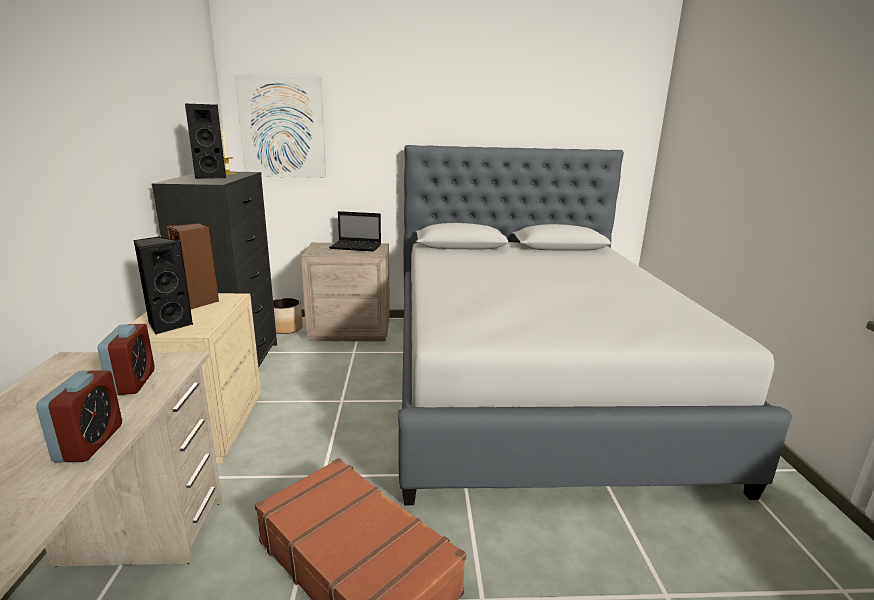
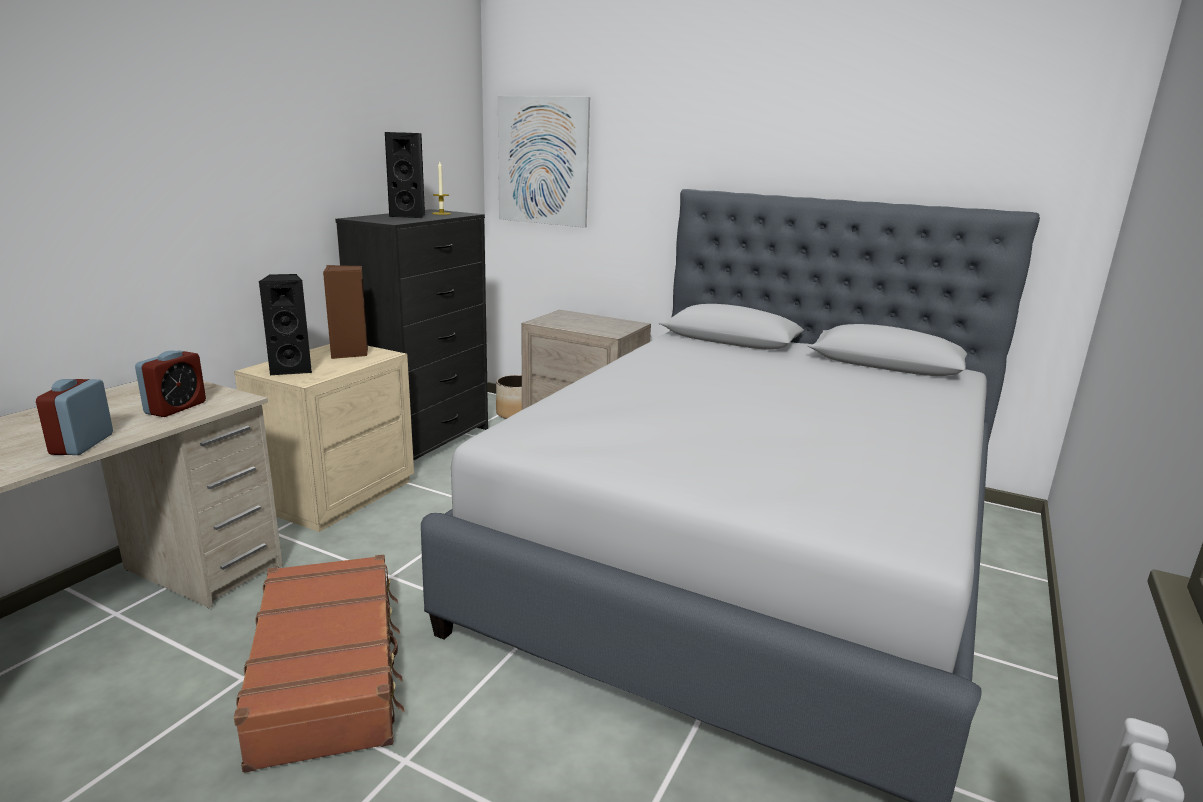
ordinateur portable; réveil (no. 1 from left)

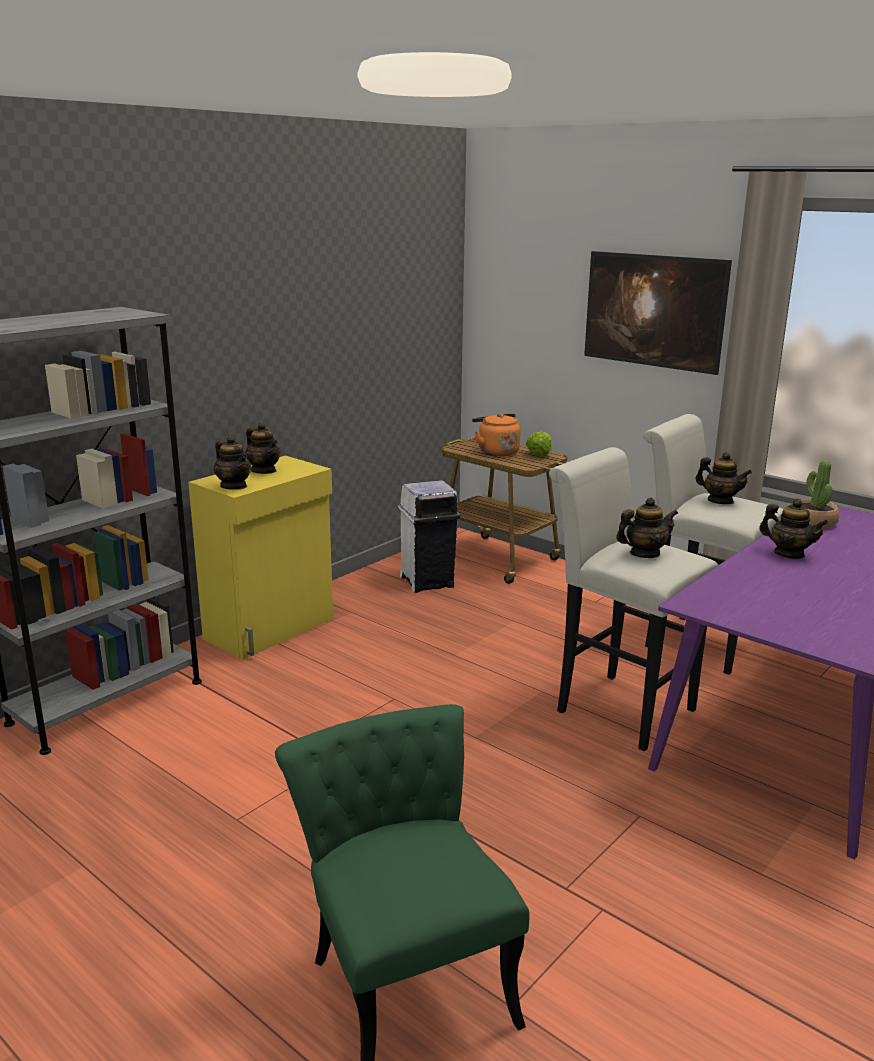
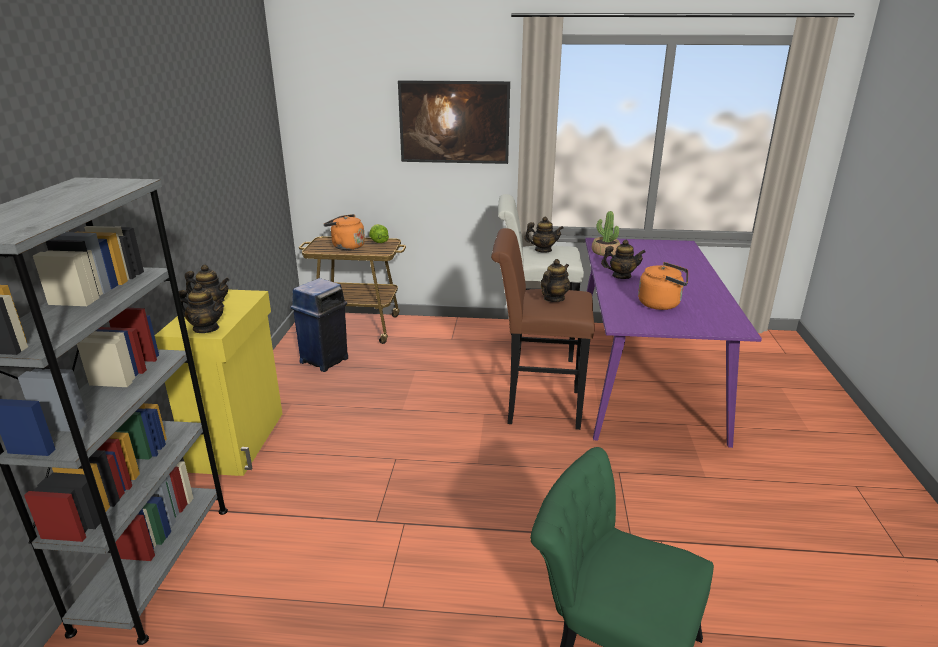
tabouret (marron); poubelle (bleu); bouilloire (orange) (no. 2 from left)

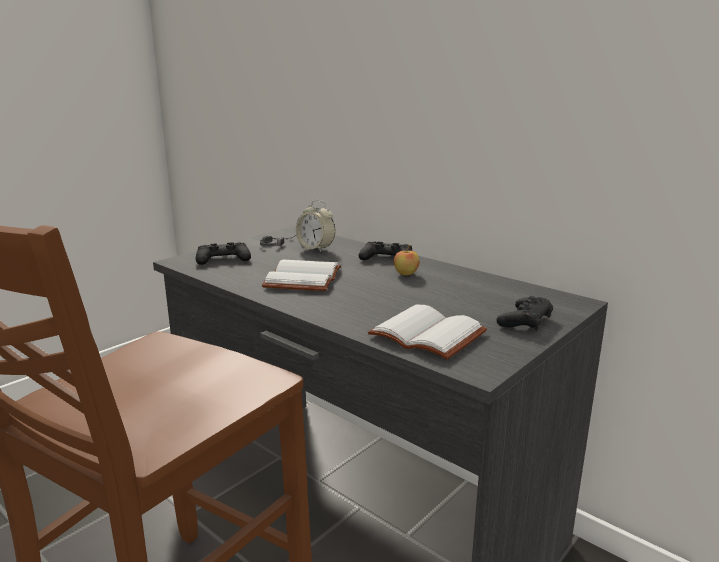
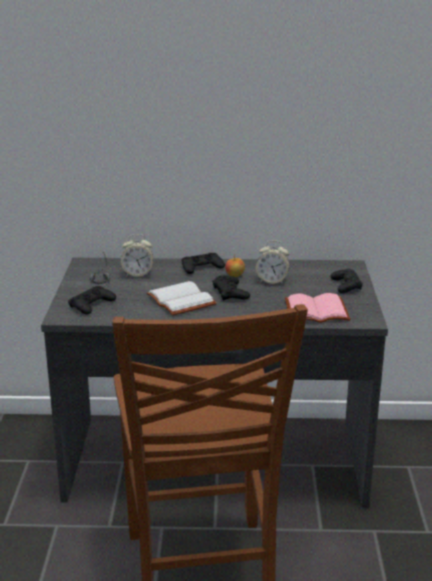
livre (rose); réveil (no. 2 from left); manette (noir) (no. 3 from left)

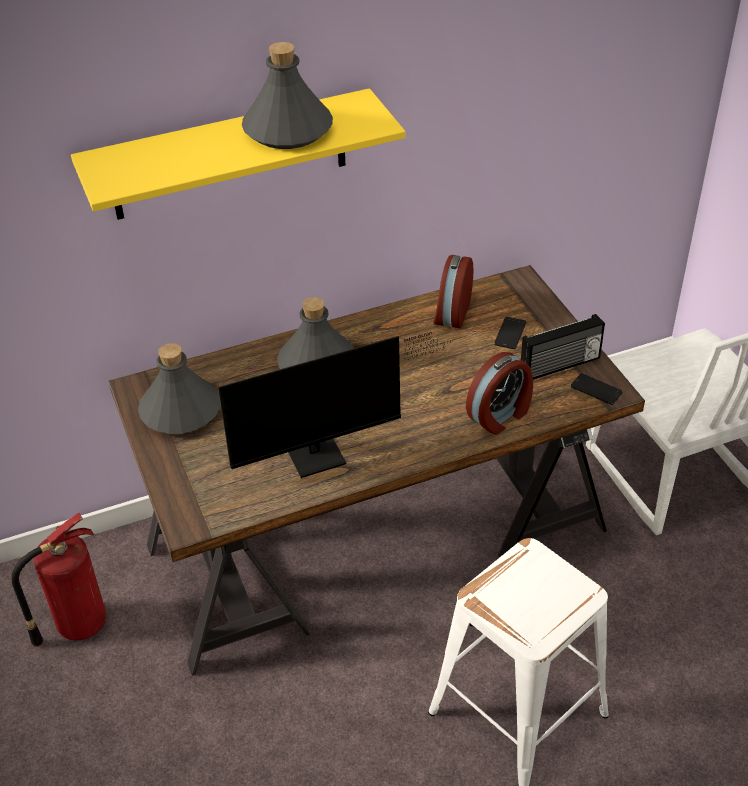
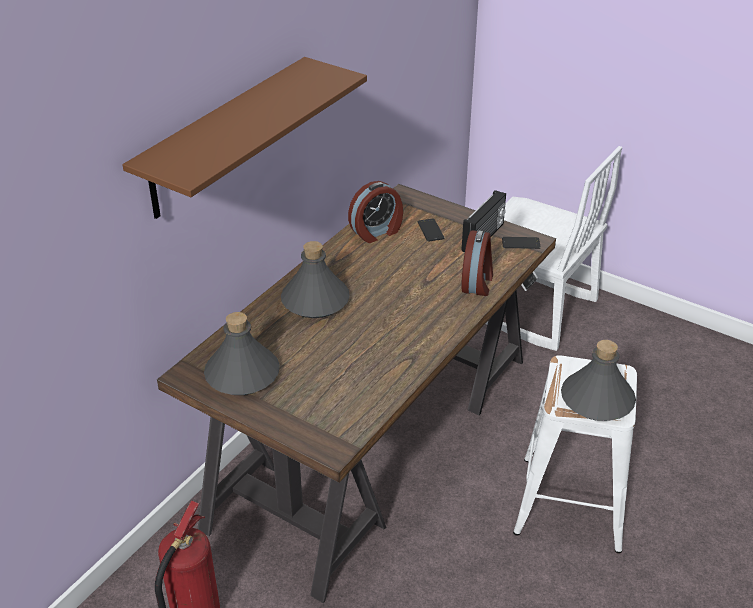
bouteille (gris) (no. 3 from left); étagère (marron); réveil (no. 1 from left); écran d'ordinateur

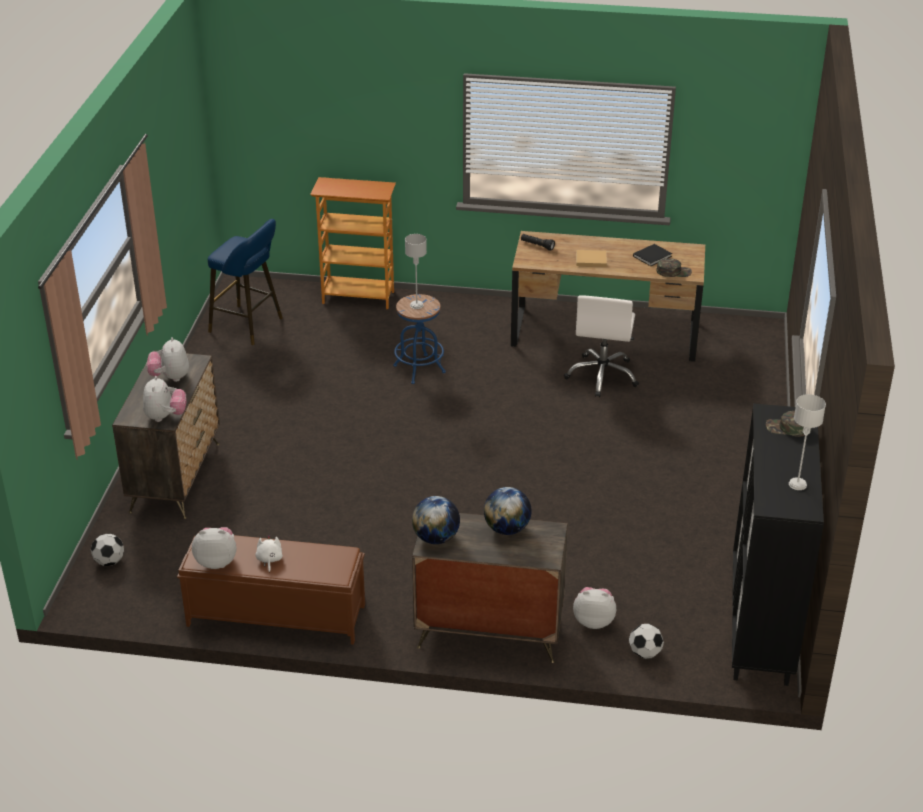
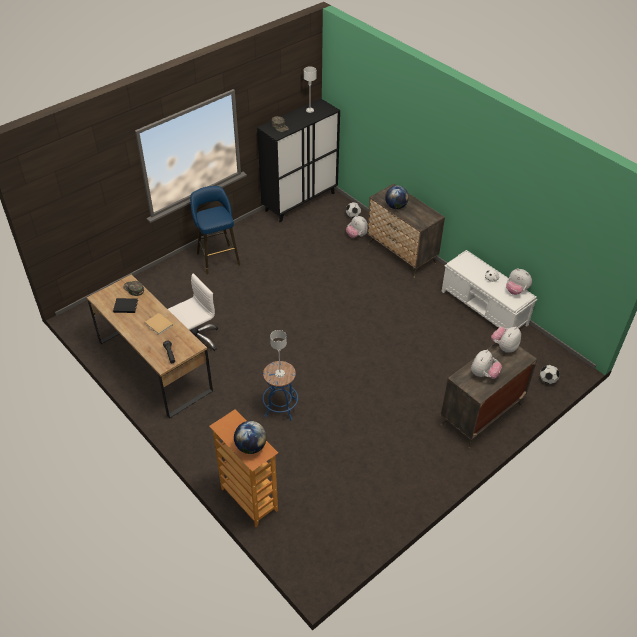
tabouret (bleu) (no. 1 from left); globe (no. 1 from left); banc (blanc)

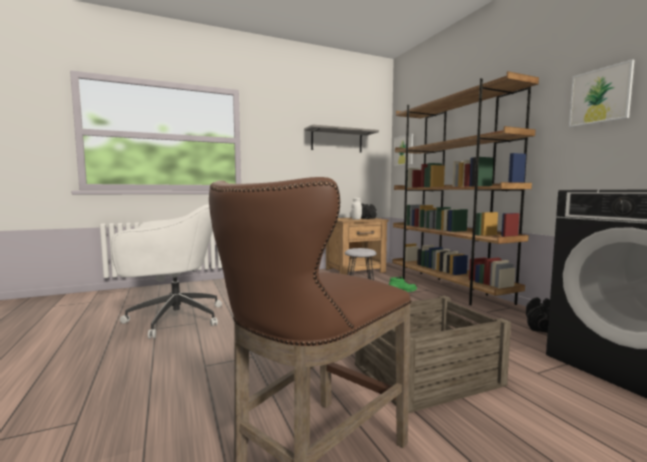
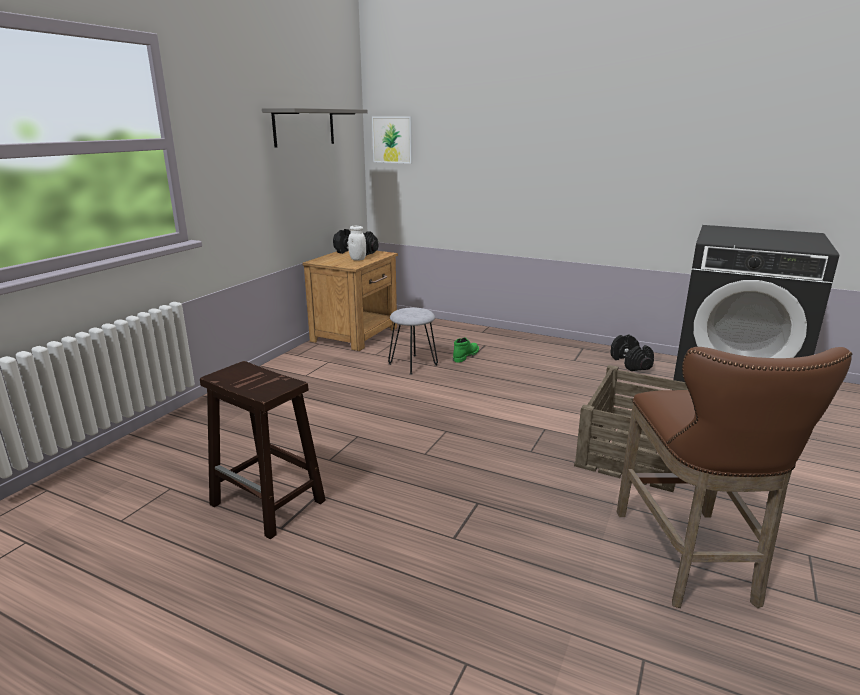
tableau (no. 2 from left in the first image); bibliothèque (marron); tabouret (marron) (no. 1 from left)

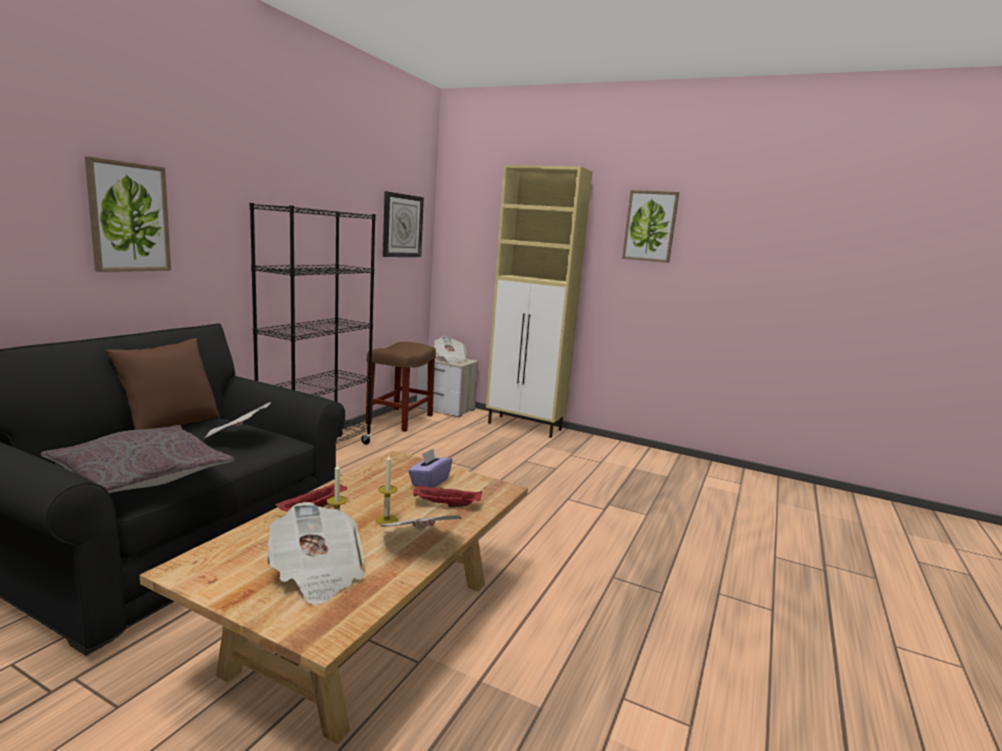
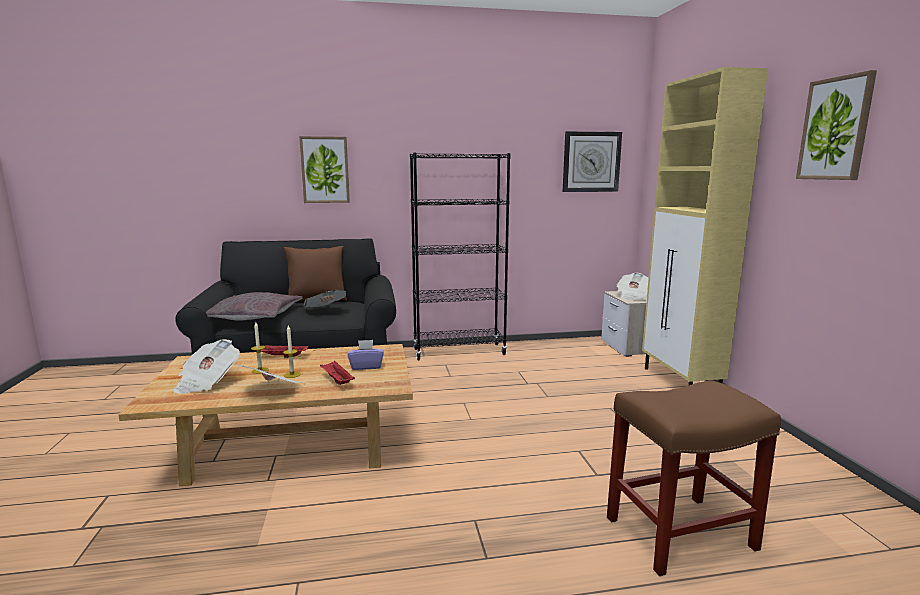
tabouret (marron)

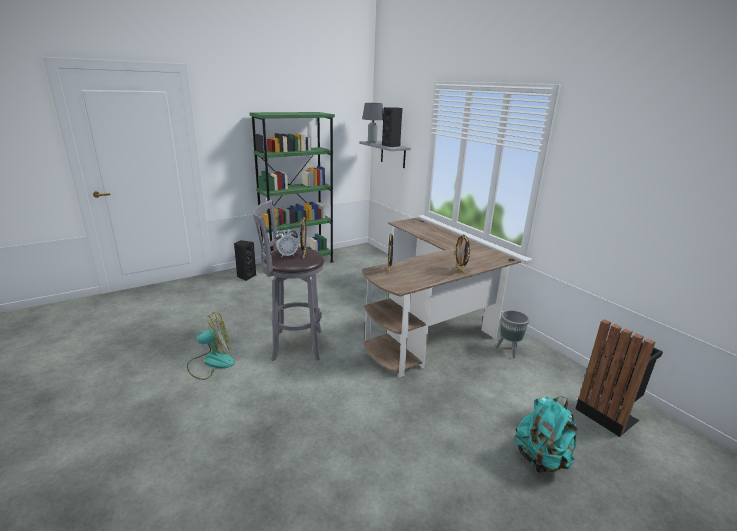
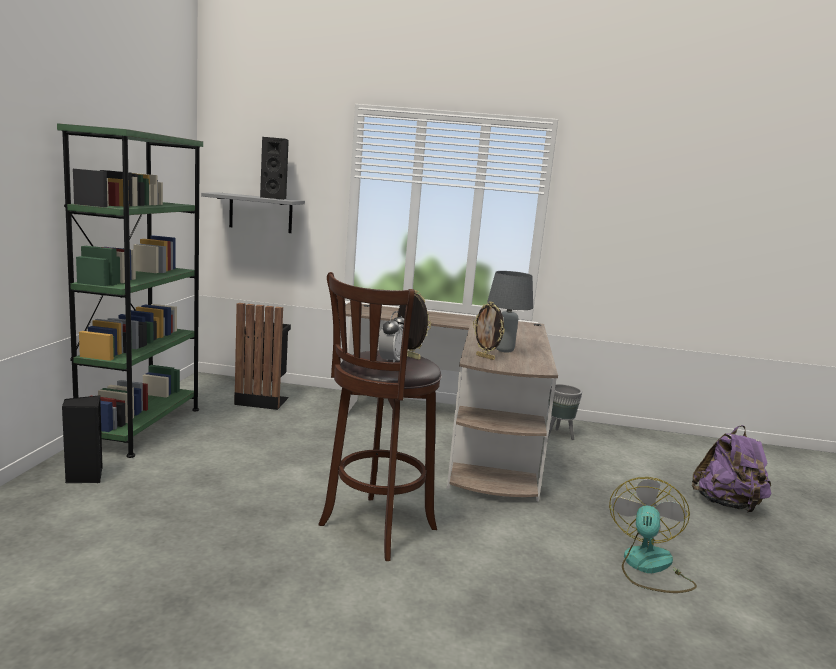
lampe de table (gris); tabouret (marron); cadre photo (no. 3 from left in the first image); ventilateur; poubelle (noir); sac à dos (violet)

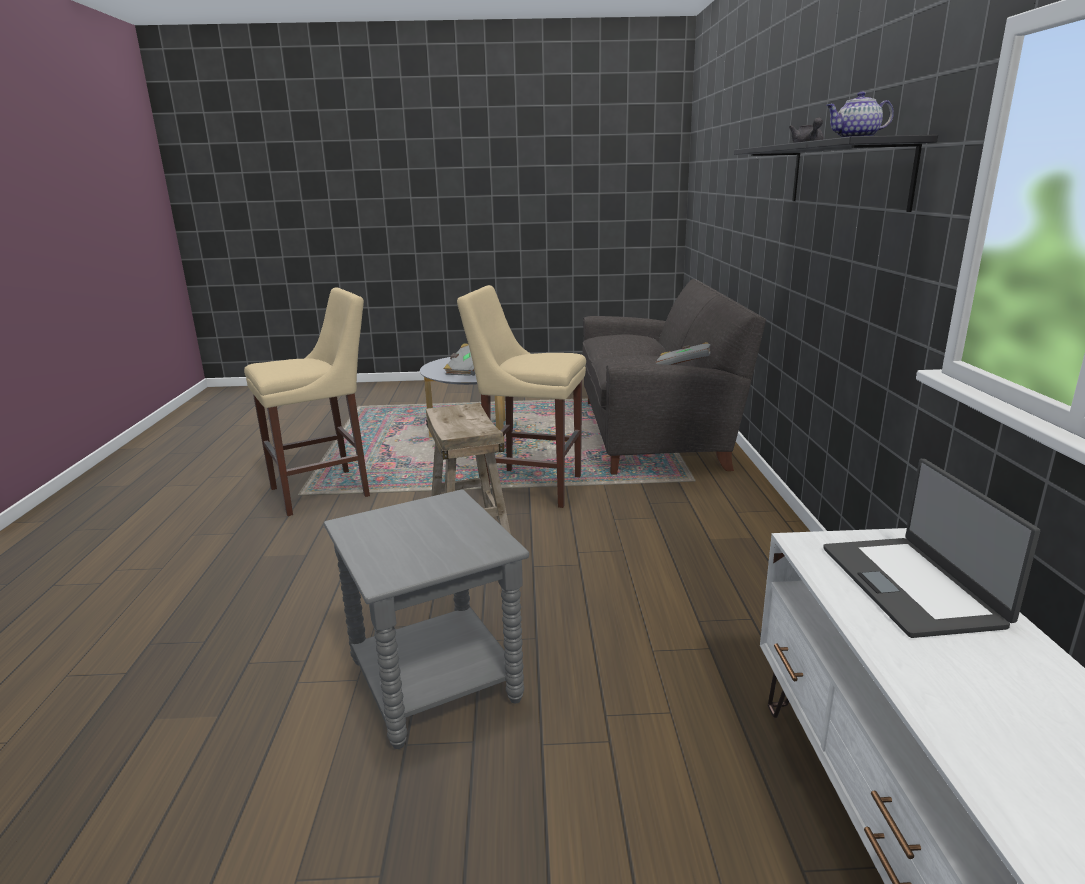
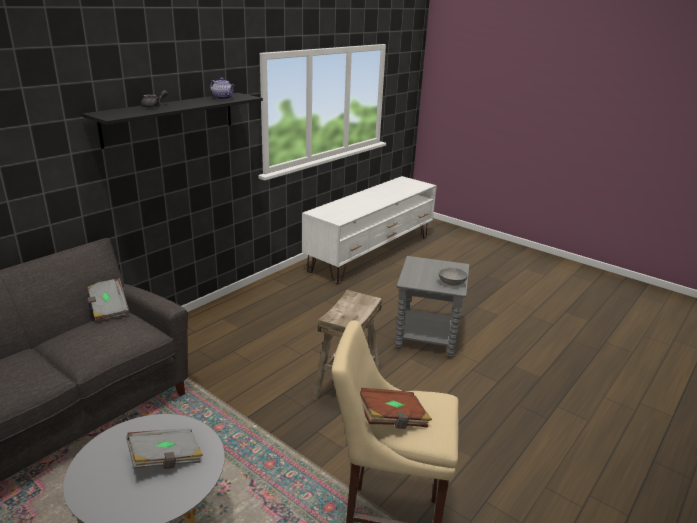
tabouret (beige) (no. 3 from left in the first image); ordinateur portable; bol (gris); livre (marron)

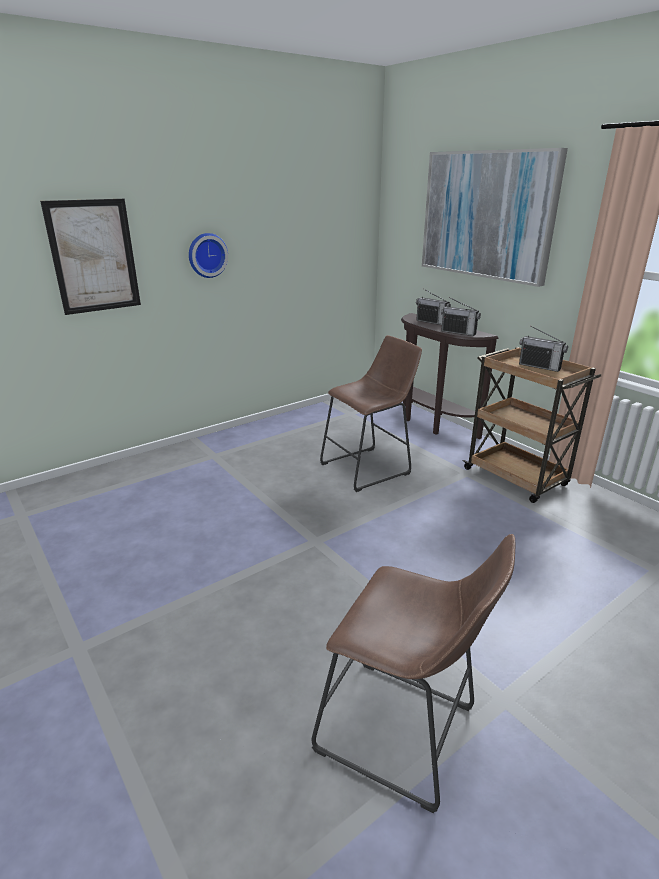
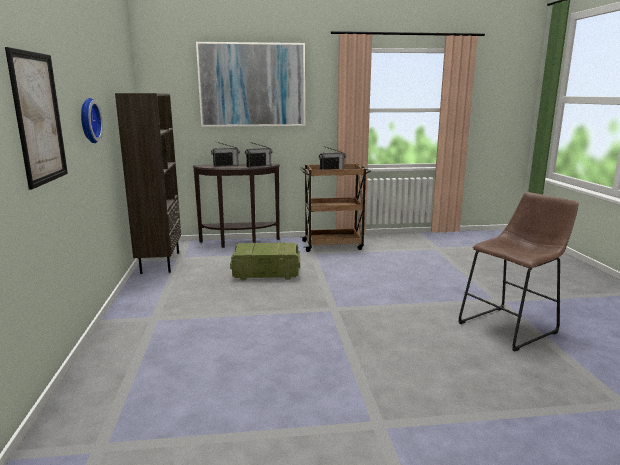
caisse; bibliothèque (marron)

